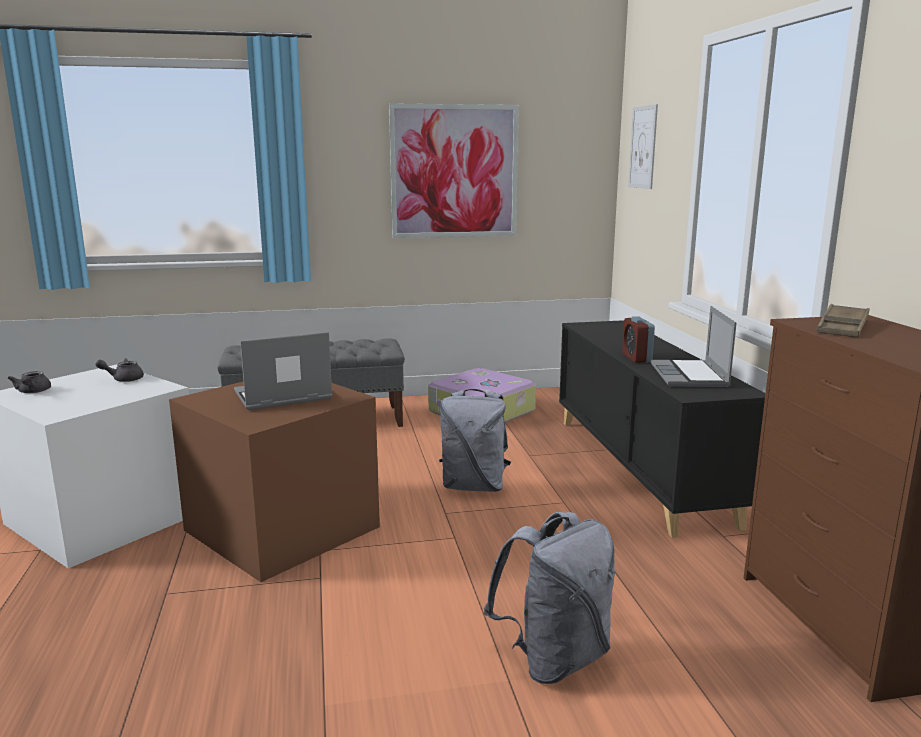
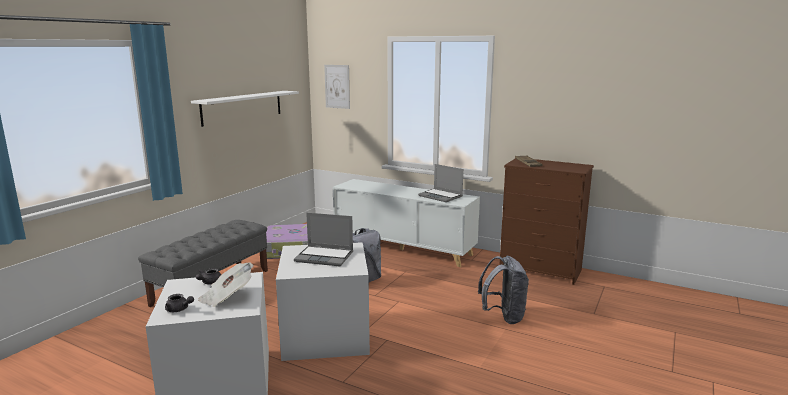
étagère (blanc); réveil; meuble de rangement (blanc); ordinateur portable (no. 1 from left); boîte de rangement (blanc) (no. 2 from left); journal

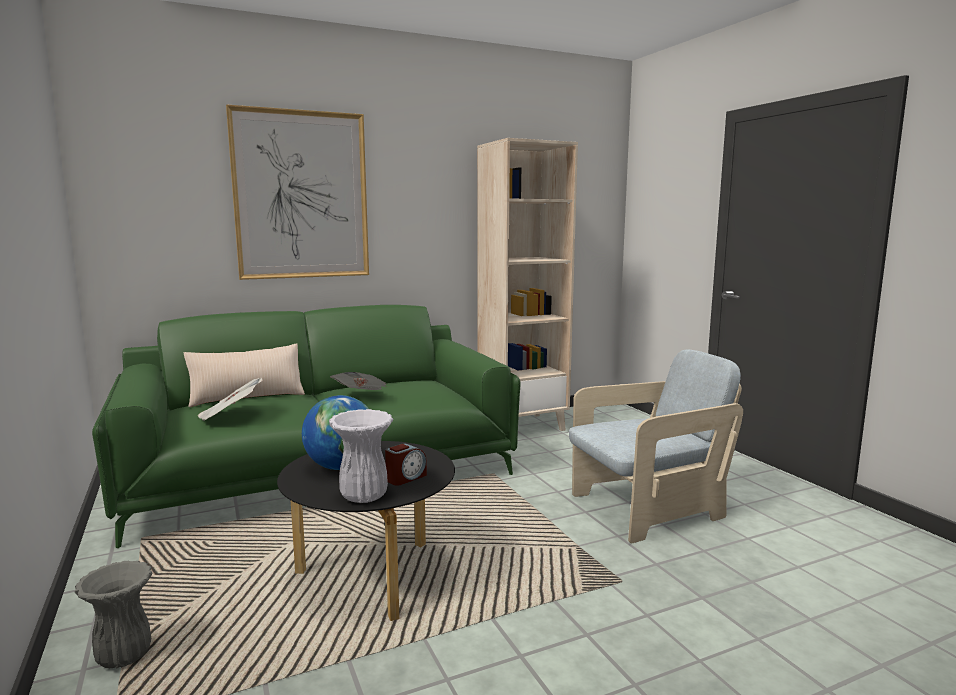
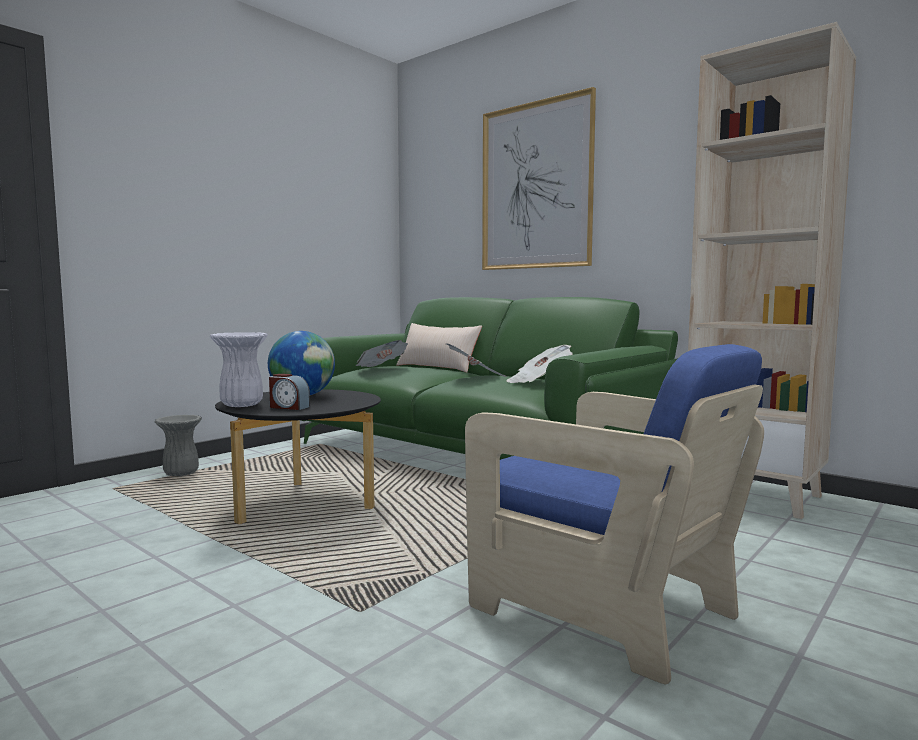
fauteuil (bleu); journal (no. 3 from left)

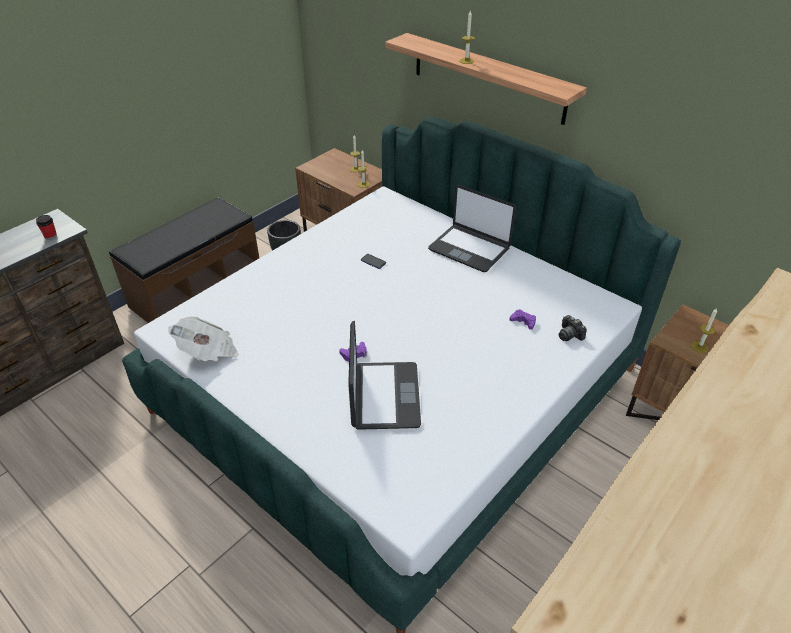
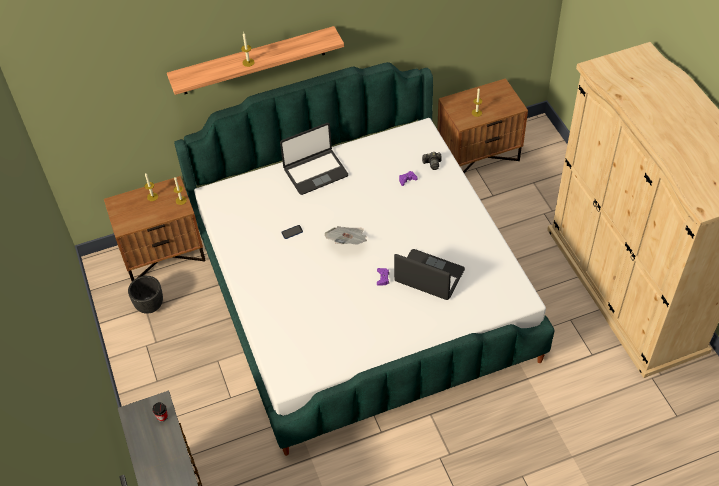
banc (marron); journal

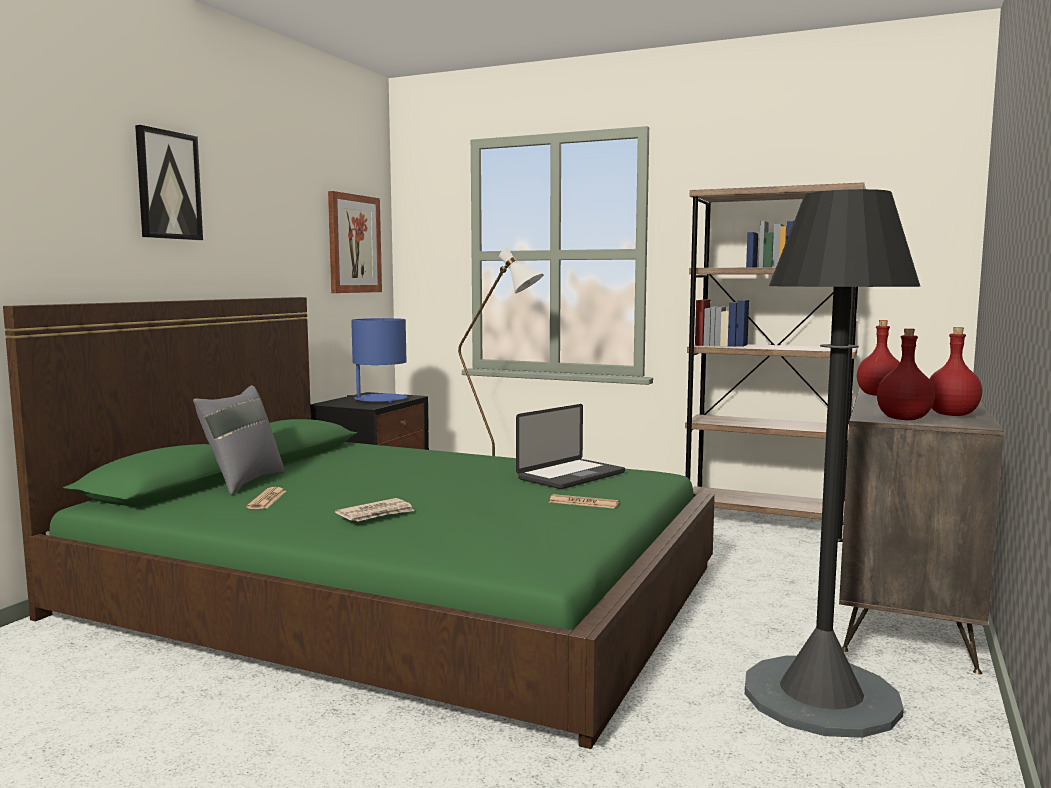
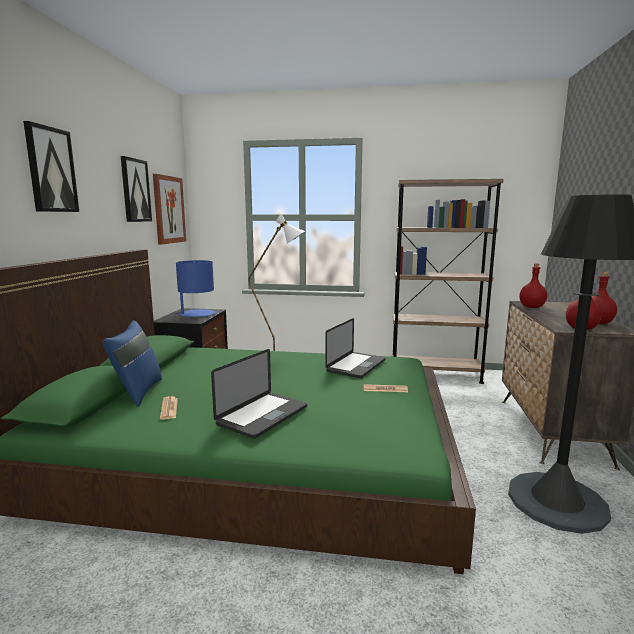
coussin (bleu); ordinateur portable (no. 1 from left); tableau (no. 2 from left)

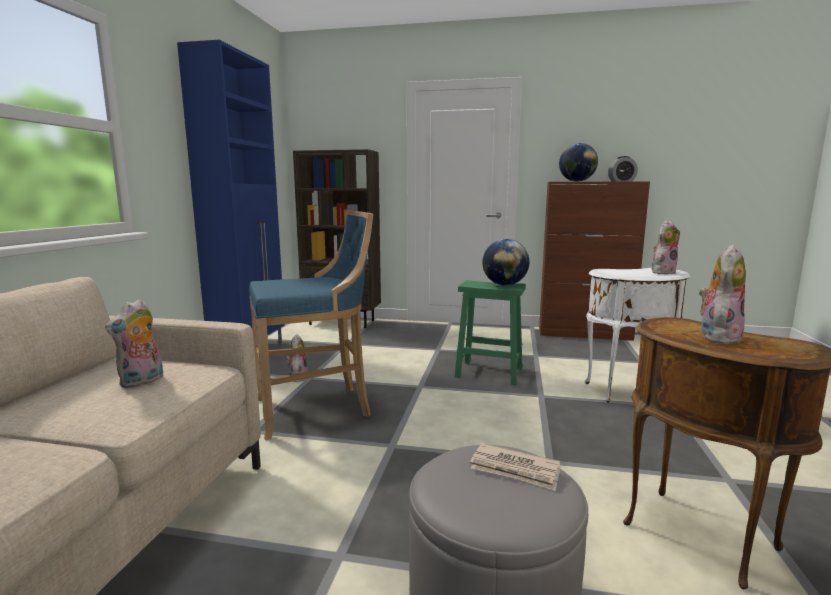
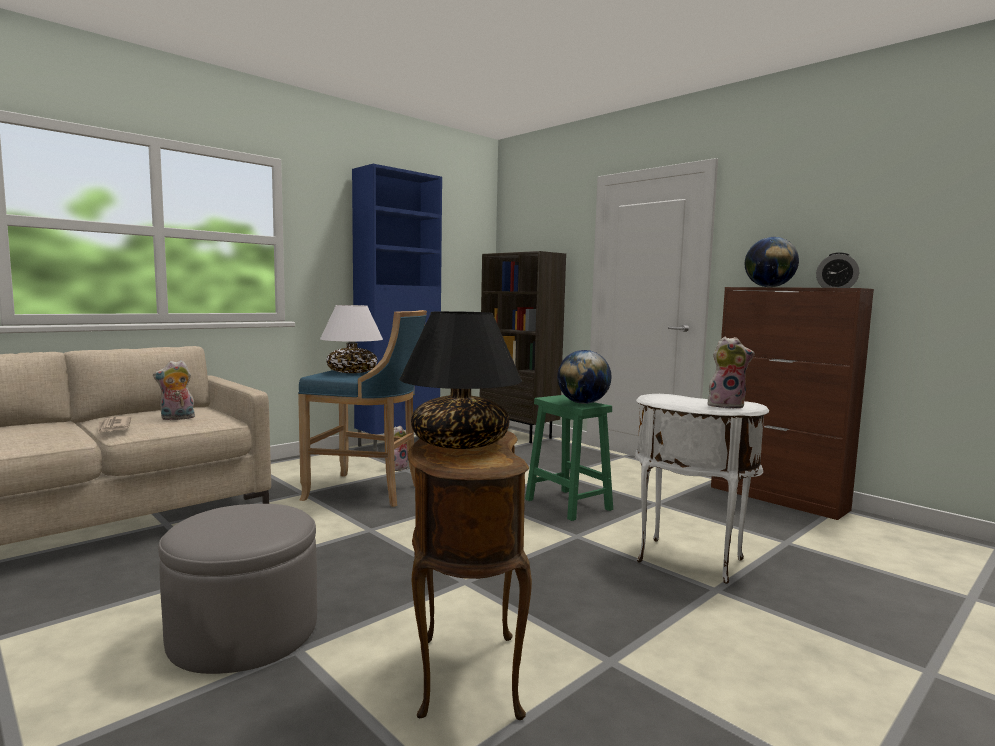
lampe de table (noir); journal; lampe de table (blanc)

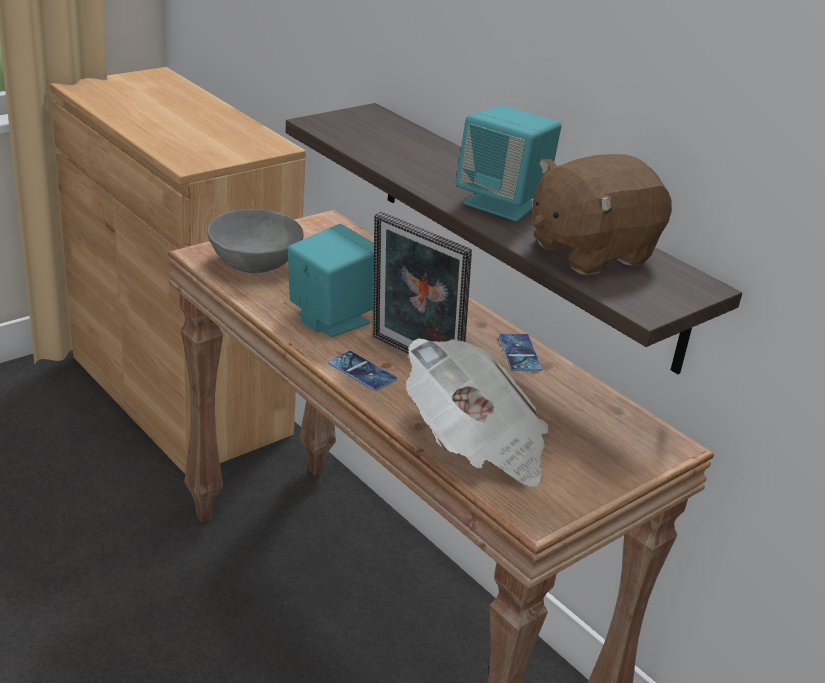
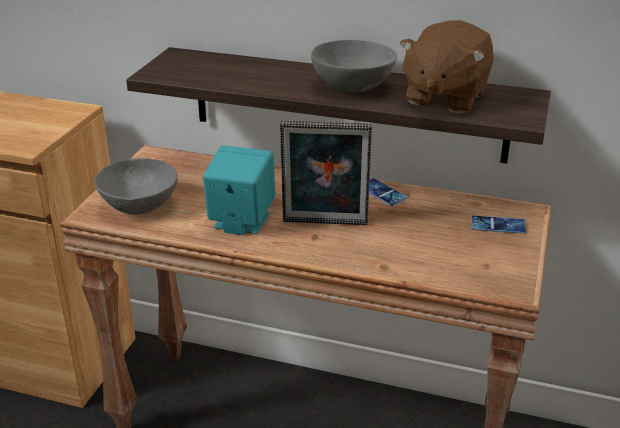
bol (gris) (no. 2 from left); journal; téléphone (no. 2 from left)

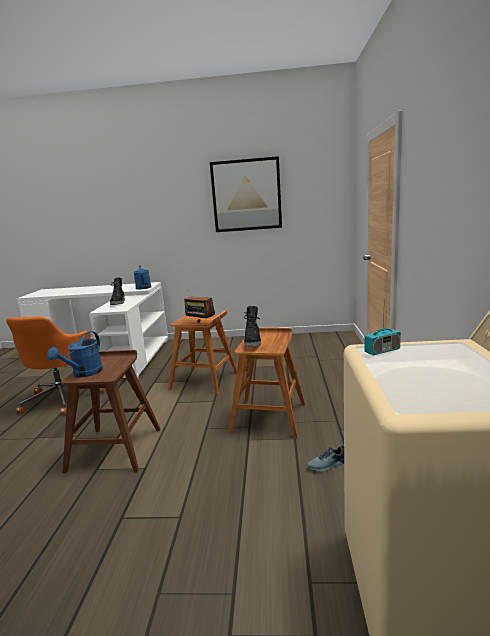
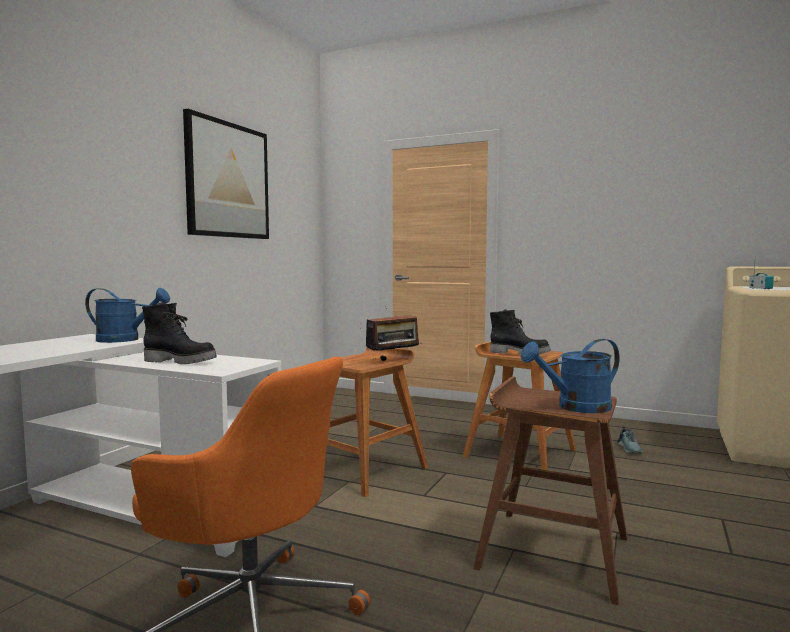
arrosoir (bleu) (no. 2 from left)

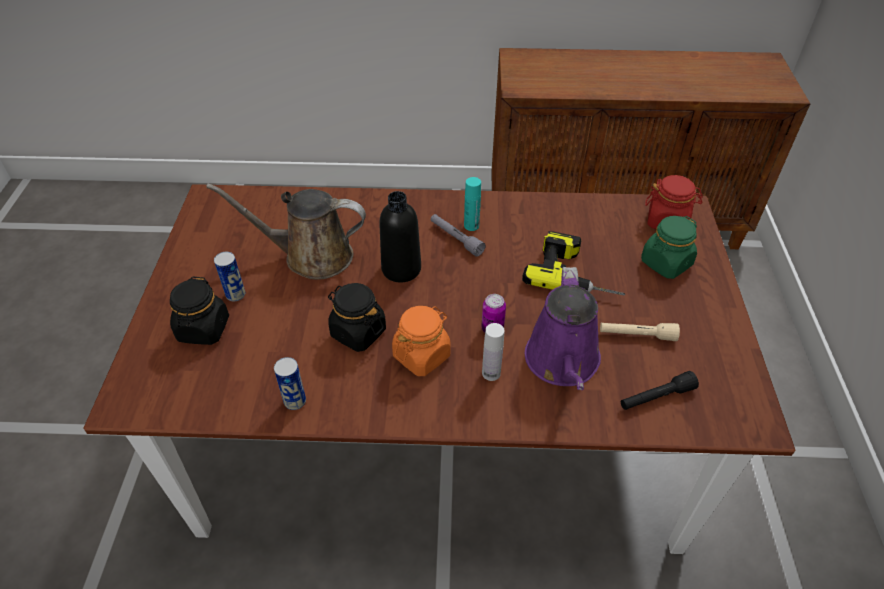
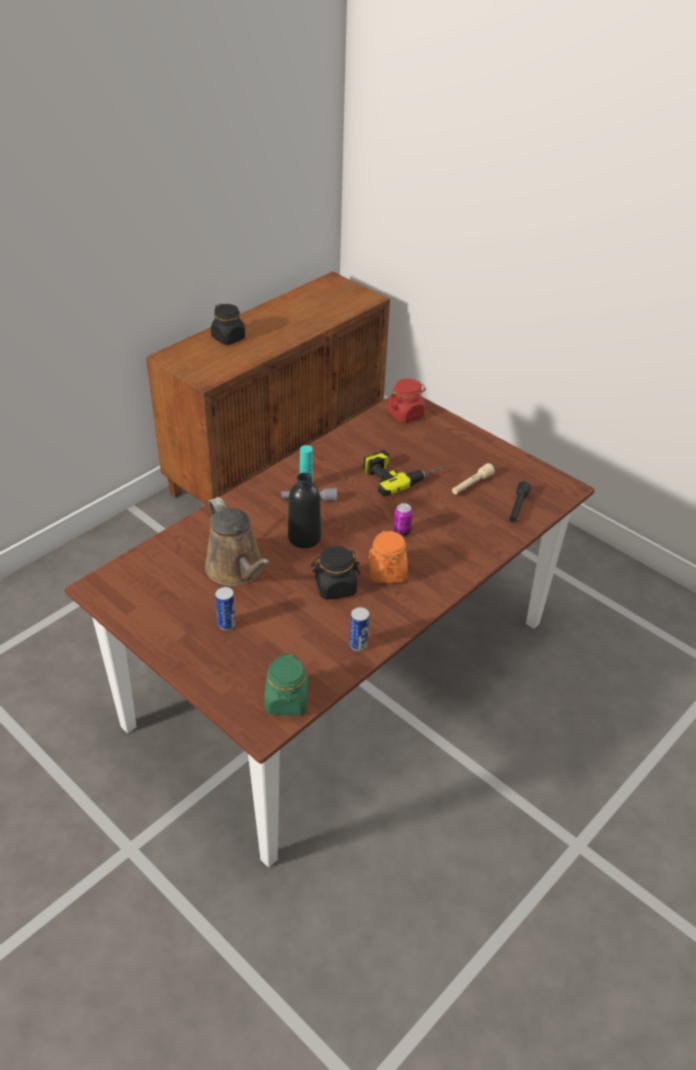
arrosoir (marron); bocal (vert); arrosoir (violet); bocal (noir) (no. 1 from left); bouteille (blanc)

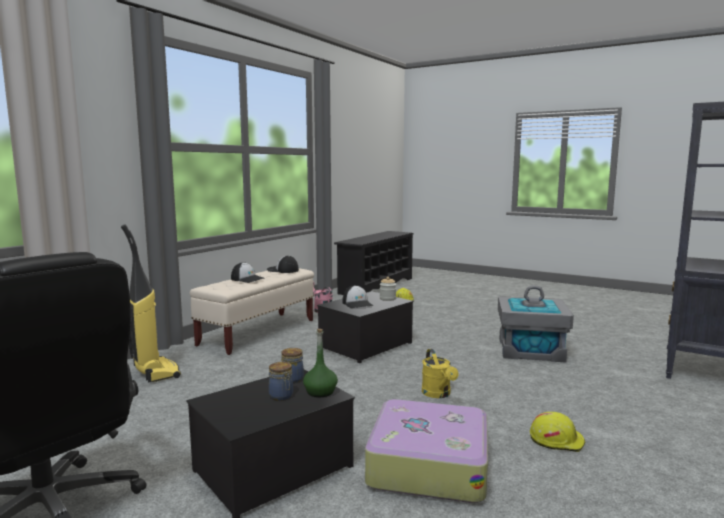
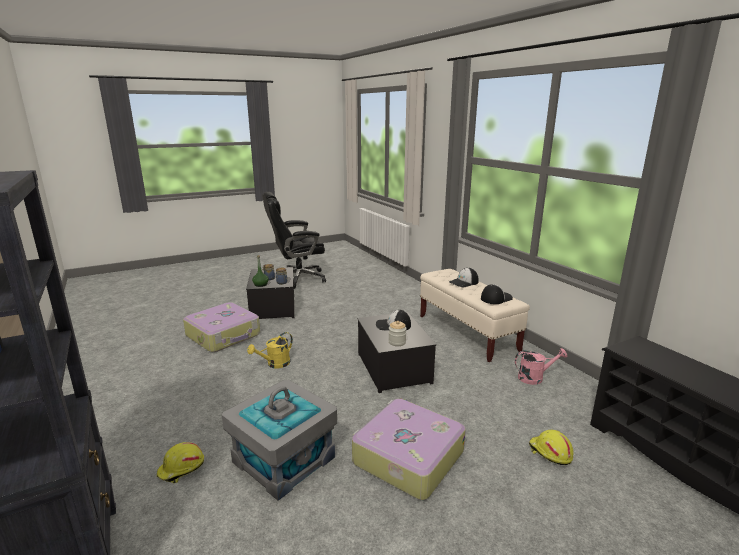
aspirateur; arrosoir (jaune); casque de chantier (jaune) (no. 1 from left); valise (no. 2 from left)

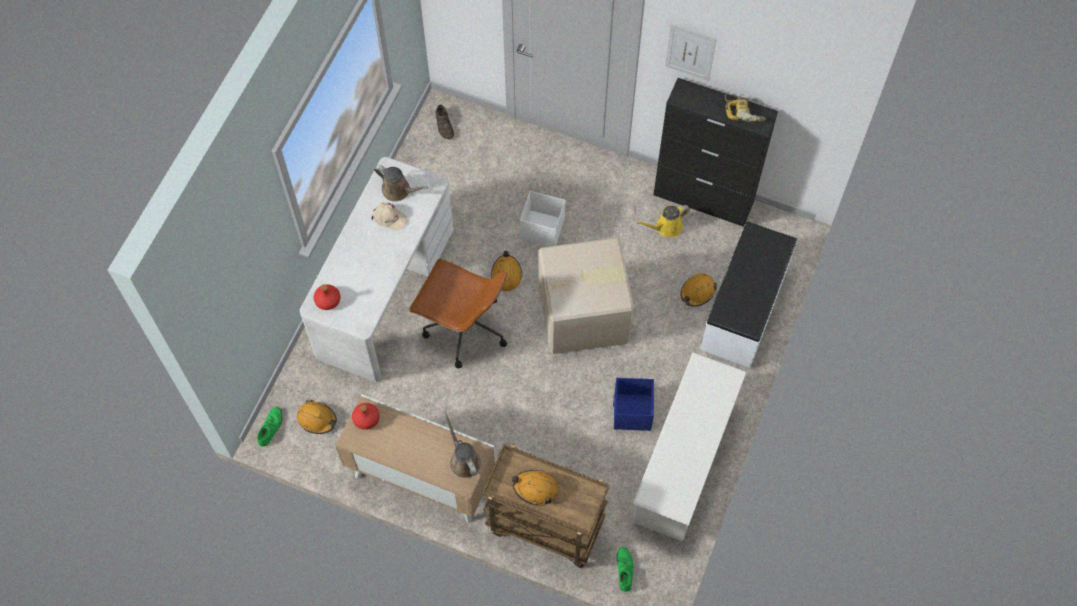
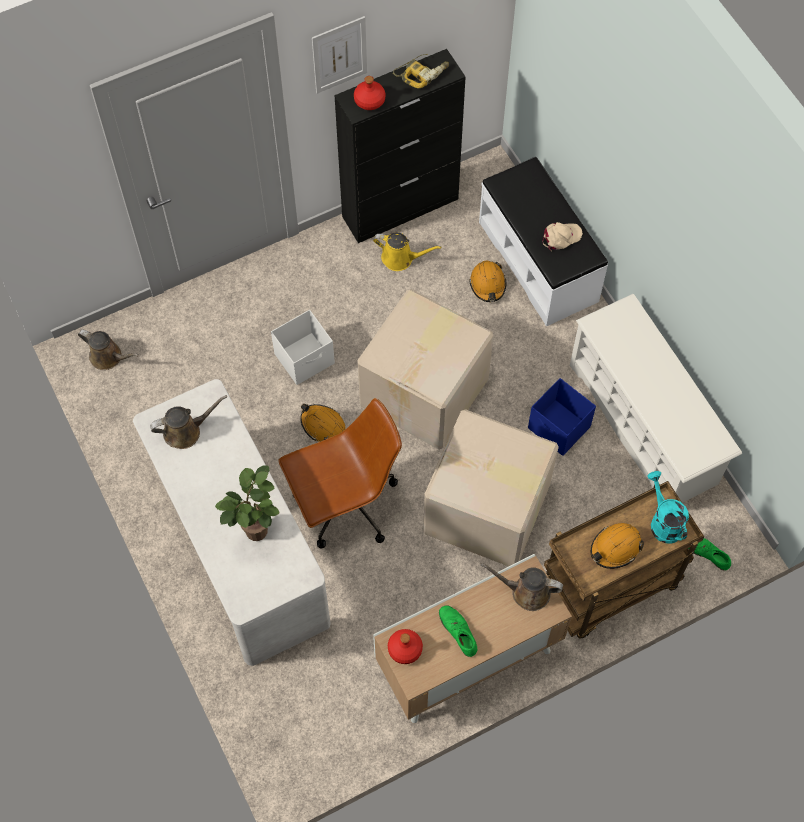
arrosoir (marron) (no. 1 from left); casquette (beige); arrosoir (jaune); bouteille (rouge) (no. 1 from left); casque de chantier (orange) (no. 1 from left in the first image); chaussure (vert) (no. 1 from left); carton (no. 2 from left); plante en pot; arrosoir (turquoise)

